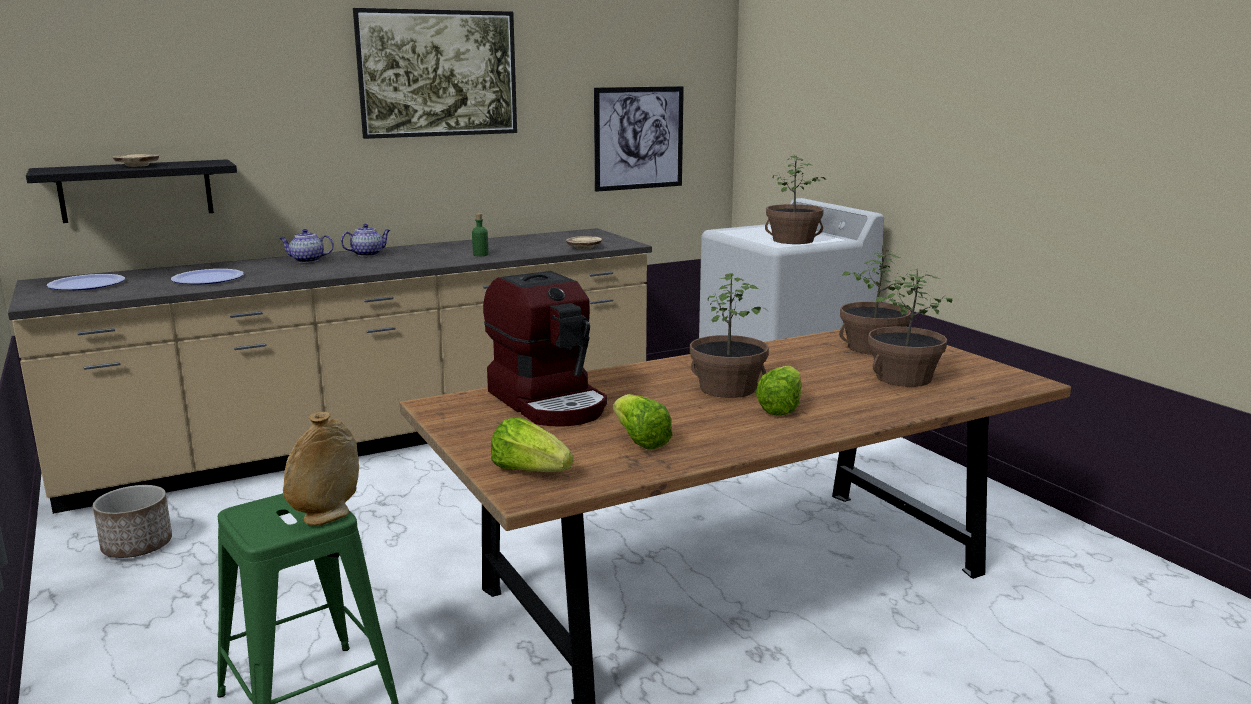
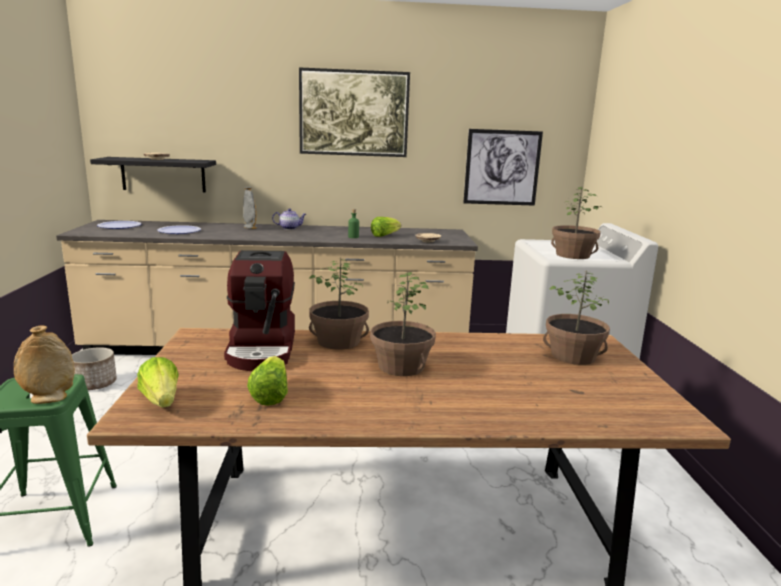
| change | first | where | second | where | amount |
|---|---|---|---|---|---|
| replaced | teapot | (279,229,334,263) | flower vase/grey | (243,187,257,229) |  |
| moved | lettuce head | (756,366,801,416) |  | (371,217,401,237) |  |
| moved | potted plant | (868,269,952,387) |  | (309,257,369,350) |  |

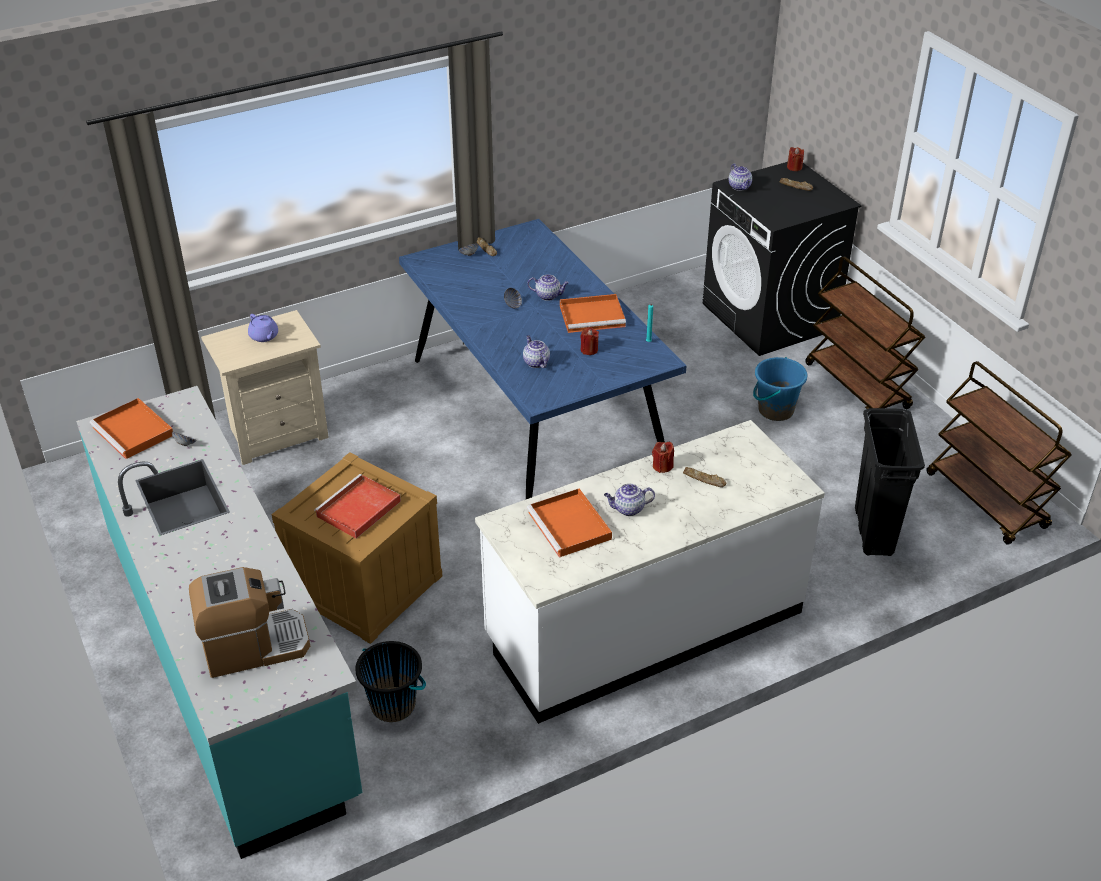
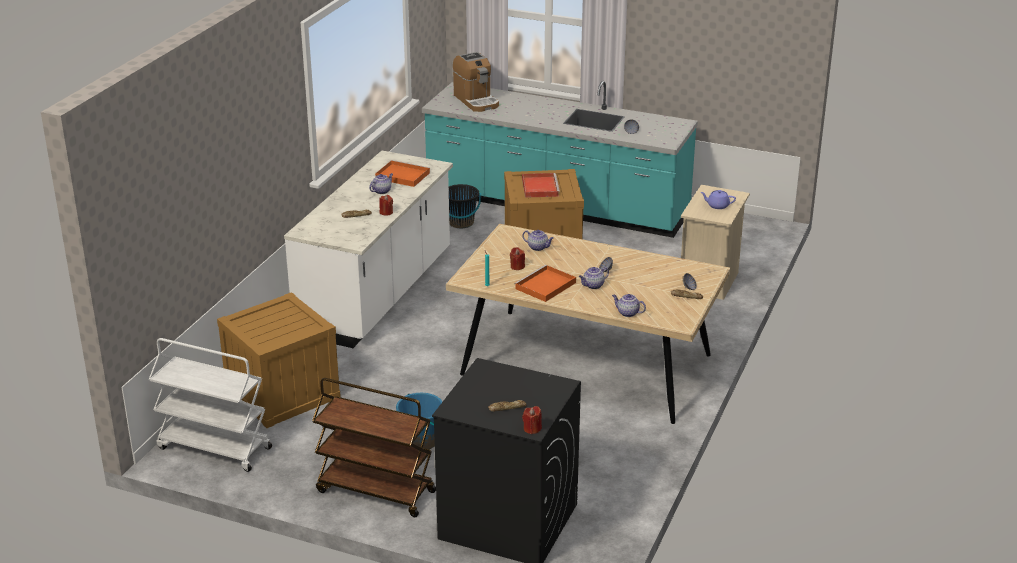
| change | first | where | second | where | amount |
|---|---|---|---|---|---|
| removed | tray/orange | (90,398,173,459) |  |  |  |
| turned | coffee brewer | (189,567,310,678) |  | (453,52,499,112) | 60 degrees counterclockwise |
| recoloured | dinner table/blue-coloured | (399,219,687,499) | dinner table/sand-coloured | (446,224,730,424) |  |
| moved | teapot | (728,163,752,191) |  | (612,294,646,317) |  |
| replaced | trash can/black | (855,408,925,556) | crate | (217,292,341,428) |  |
| recoloured | trolley/brown | (926,361,1072,545) | trolley/white-coloured | (149,338,272,472) |  |

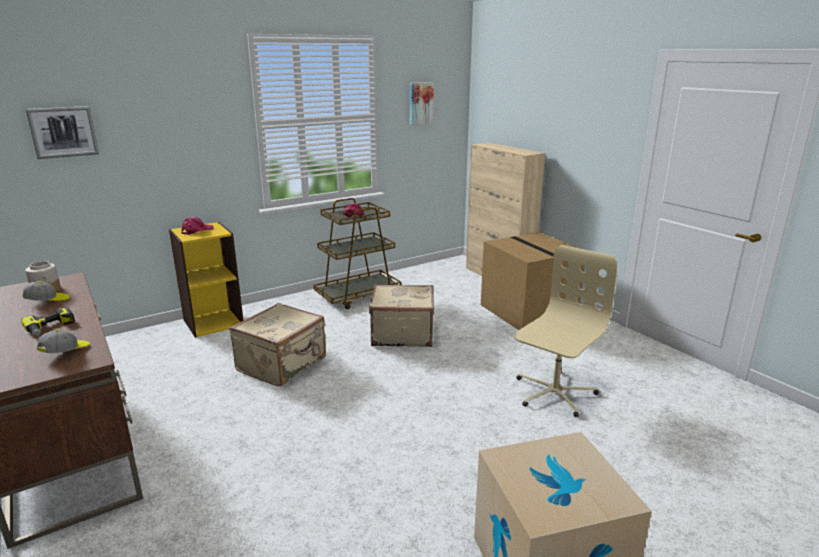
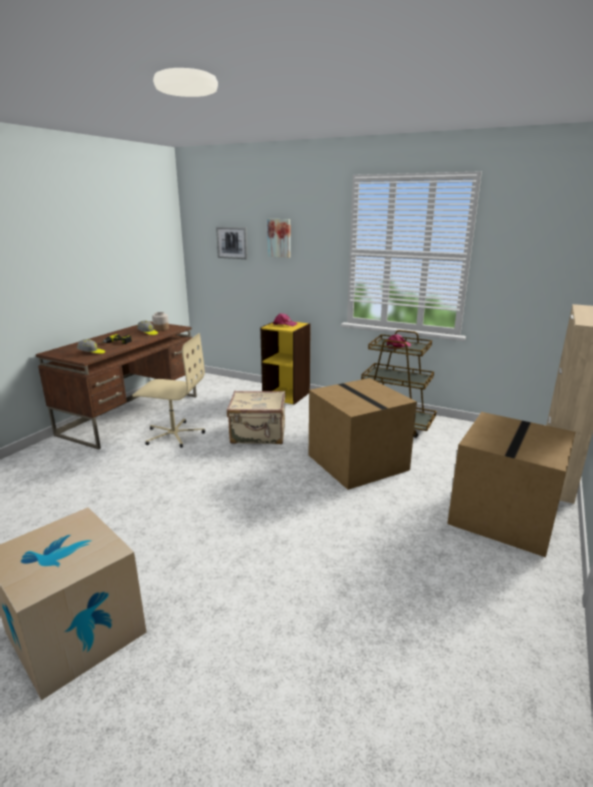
| change | first | where | second | where | amount |
|---|---|---|---|---|---|
| replaced | travel case/sand-coloured | (369,285,434,347) | packing box | (309,378,417,490) |  |
| moved | wall picture | (410,82,434,125) |  | (267,219,291,258) |  |
| moved | office chair/sand-coloured | (514,245,617,417) |  | (132,333,205,448) |  |

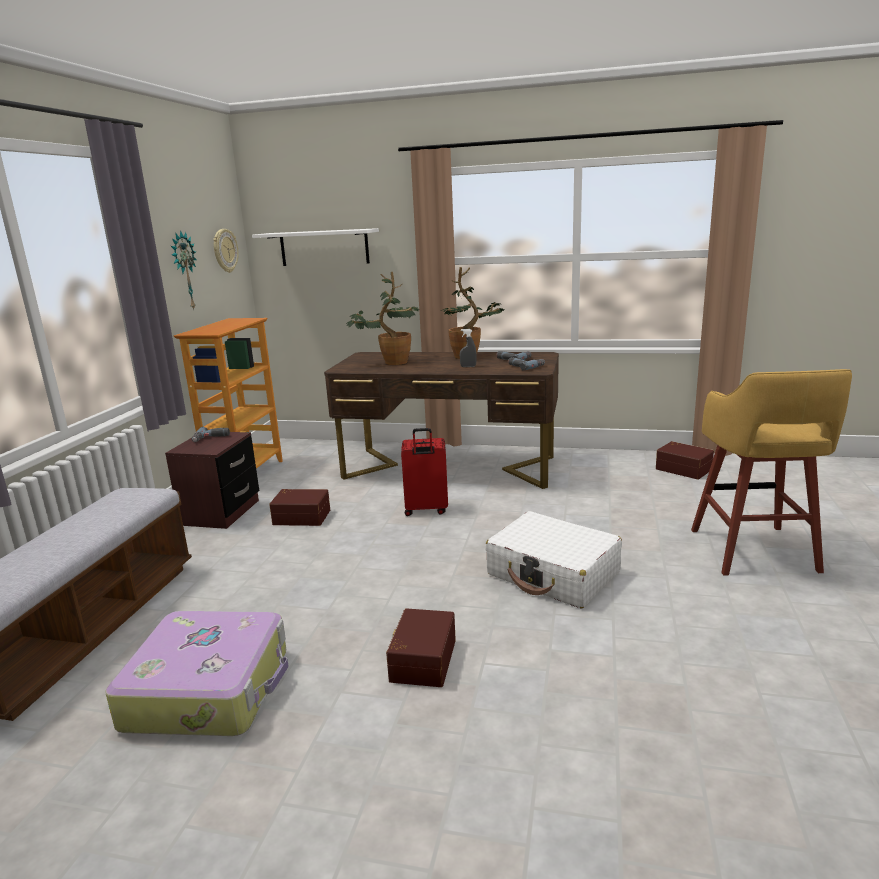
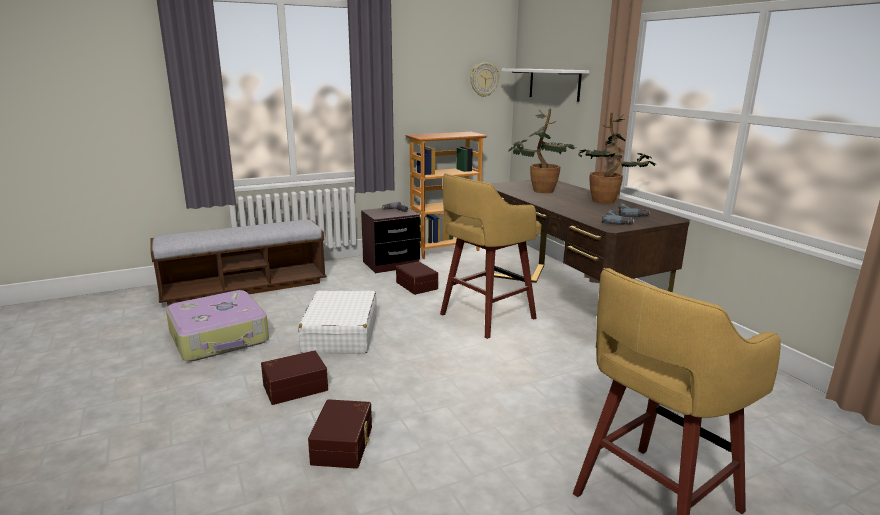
| change | first | where | second | where | amount |
|---|---|---|---|---|---|
| removed | clock on the wall | (171,230,197,310) |  |  |  |
| replaced | travel case/reddish | (401,428,448,516) | stool seat/yellowish | (440,174,541,339) |  |
| removed | spray bottle/grey | (460,329,477,367) |  |  |  |
| moved | travel case/white-coloured | (485,511,622,608) |  | (298,291,377,354) |  |
| moved | storage box/brown | (656,441,714,480) |  | (308,399,372,469) |  |

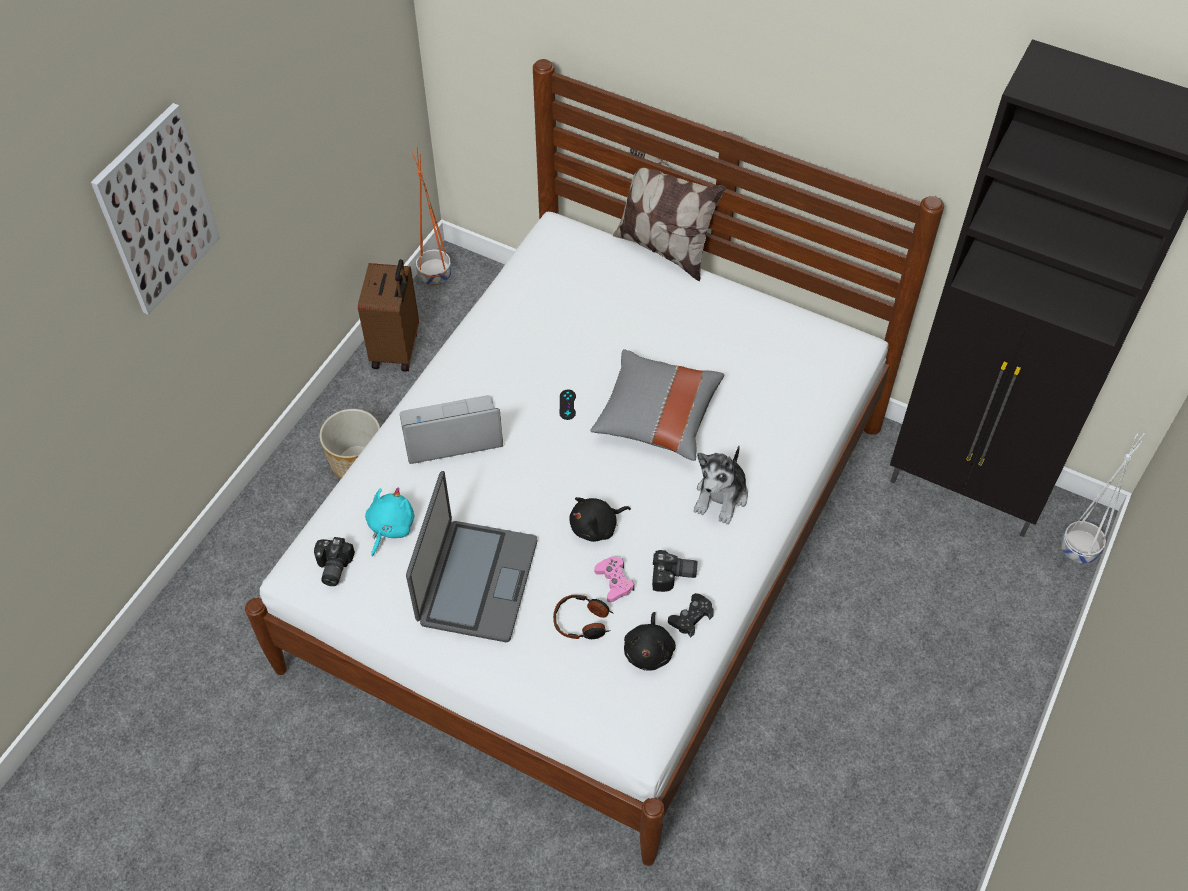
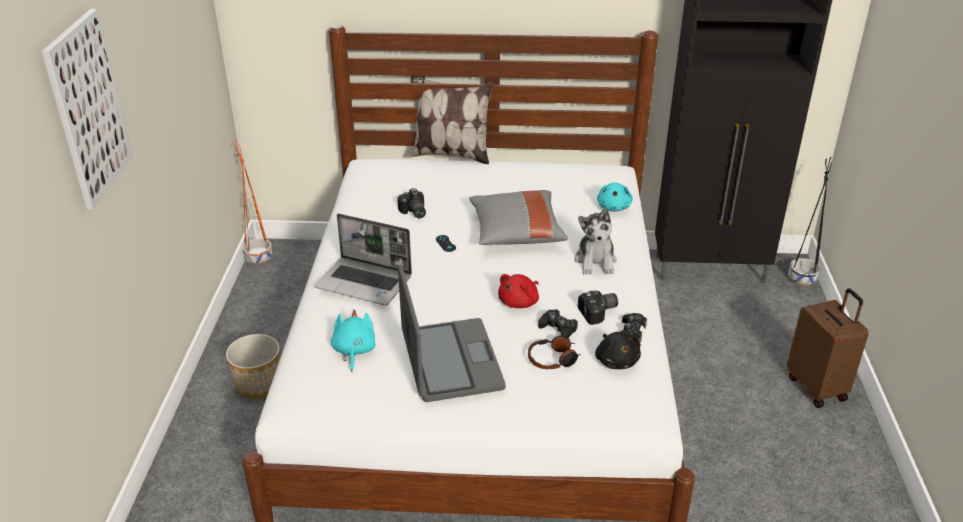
| change | first | where | second | where | amount |
|---|---|---|---|---|---|
| moved | photo camera | (314,537,355,586) |  | (397,188,426,218) |  |
| moved | travel case/brown | (358,259,419,372) |  | (787,288,869,408) |  |
| turned | portable computer | (400,395,503,464) |  | (315,214,412,305) | 120 degrees counterclockwise |
| recoloured | cuddly toy/black | (570,497,631,542) | cuddly toy/reddish | (498,274,539,308) |  |
| recoloured | game controller/pinkish | (595,557,634,602) | game controller/black | (538,309,578,338) |  |
| recoloured | planter/white-coloured | (1061,433,1145,563) | planter/black | (788,157,832,286) |  |
| added |  |  | cuddly toy/turquoise-coloured | (597,183,633,212) |  |

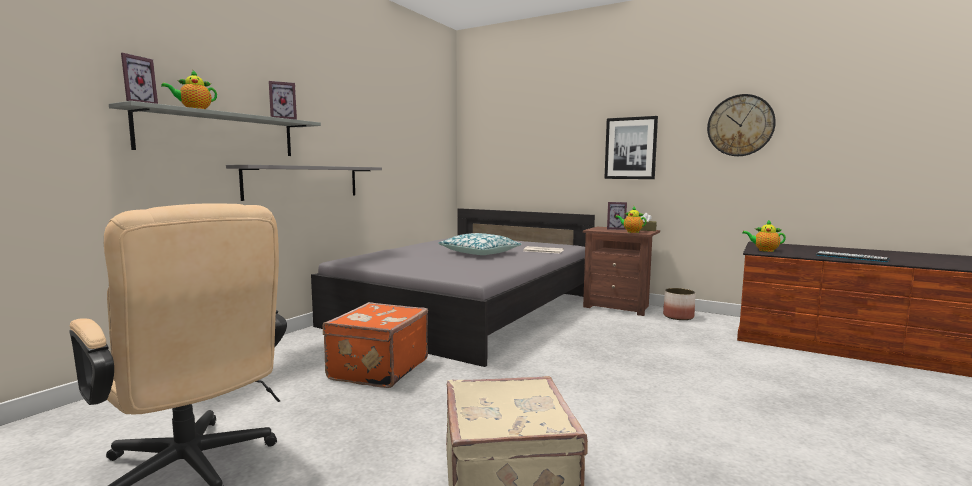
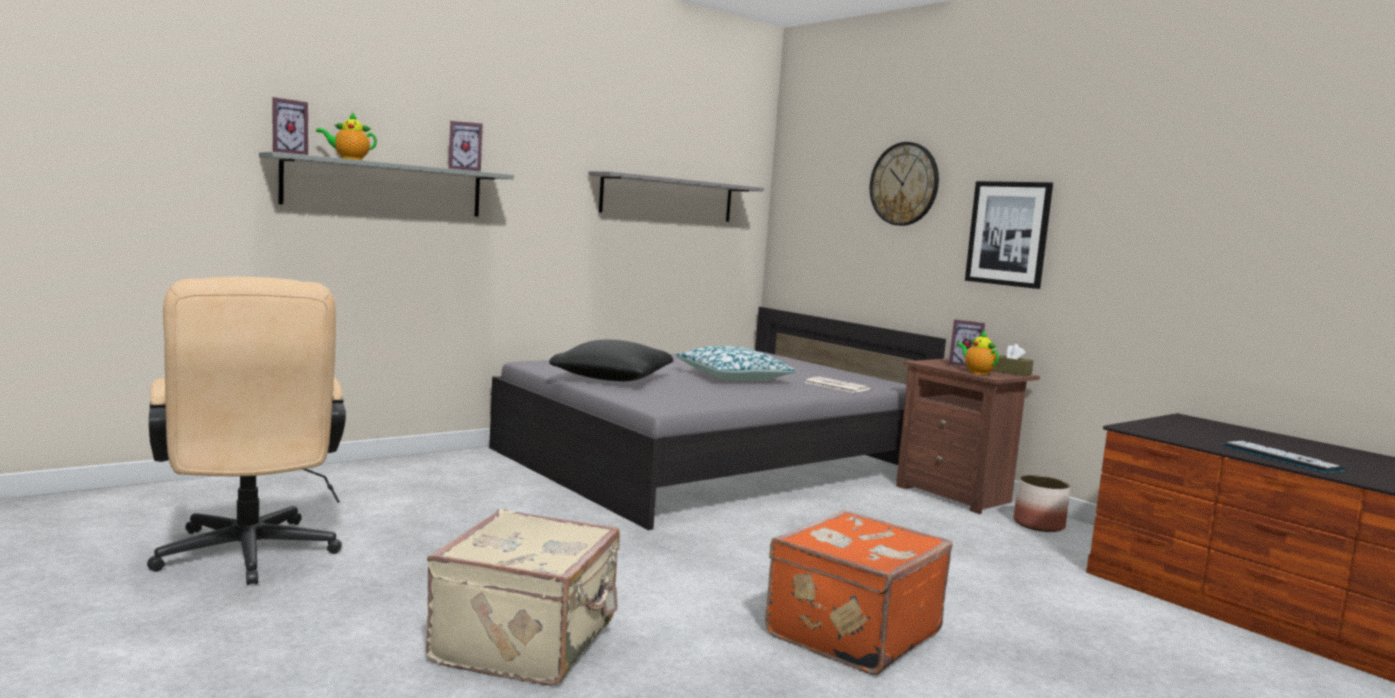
| change | first | where | second | where | amount |
|---|---|---|---|---|---|
| moved | shelf/grey | (226,165,382,201) |  | (588,171,764,222) |  |
| moved | travel case/orange | (323,302,428,388) |  | (765,510,953,675) |  |
| moved | clock on the wall | (707,94,776,156) |  | (870,142,939,226) |  |
| removed | teapot | (742,220,786,252) |  |  |  |
| added |  |  | cushion/black | (549,340,673,381) |  |

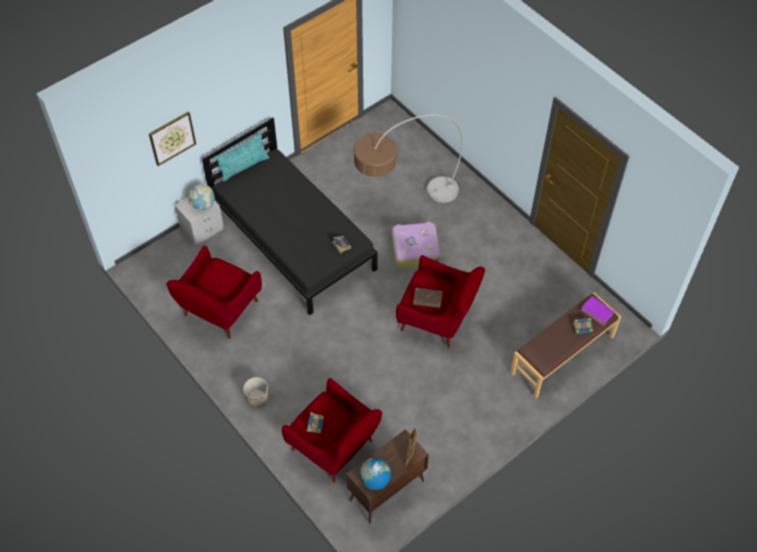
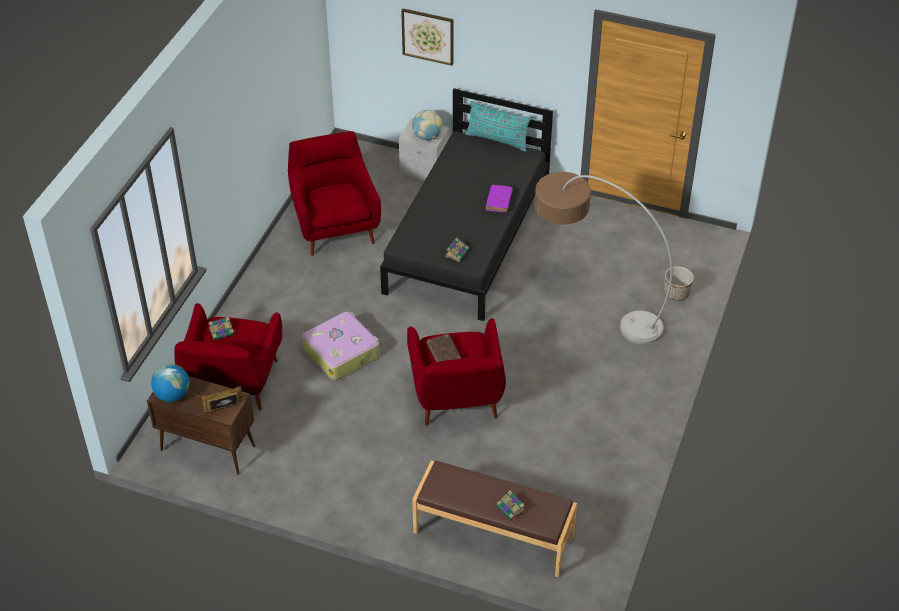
| change | first | where | second | where | amount |
|---|---|---|---|---|---|
| turned | easy chair/reddish | (166,246,262,339) |  | (288,131,381,256) | 75 degrees clockwise |
| moved | planter | (243,377,268,406) |  | (664,267,694,301) |  |
| moved | travel case | (392,222,440,269) |  | (302,311,379,380) |  |
| moved | volume/purple | (581,296,614,325) |  | (486,185,513,212) |  |

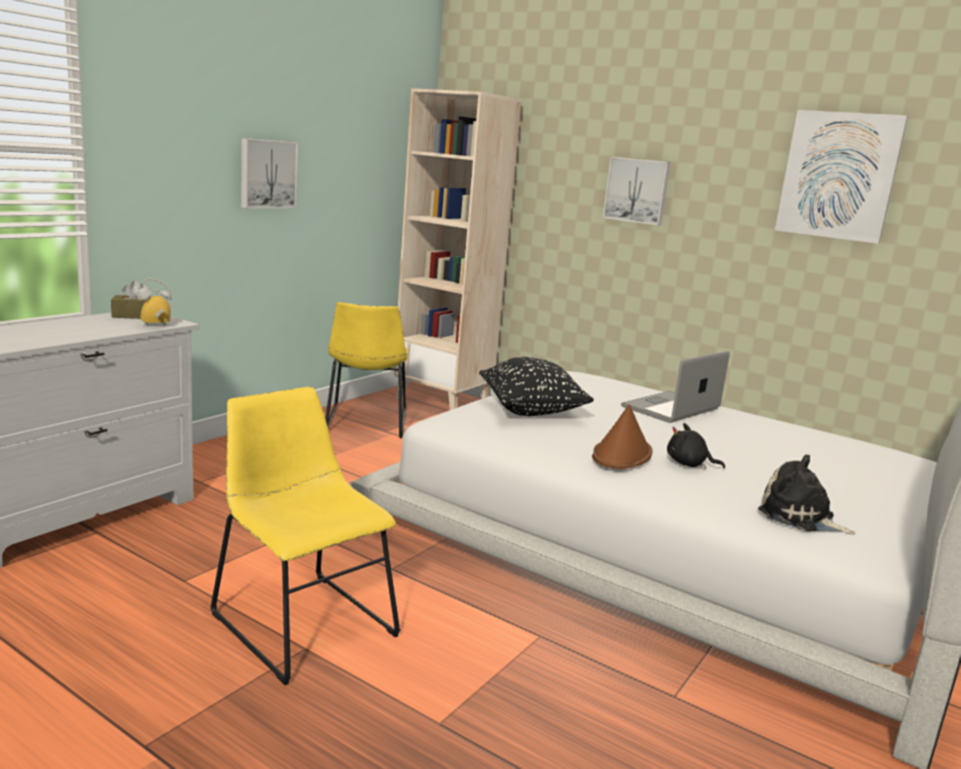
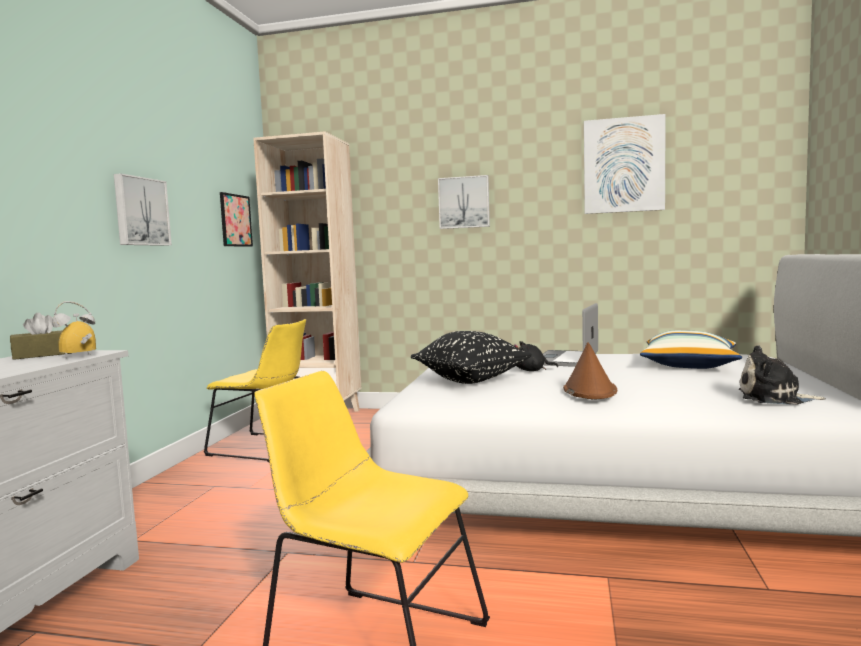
| change | first | where | second | where | amount |
|---|---|---|---|---|---|
| turned | chair/yellowish | (325,302,408,438) |  | (204,319,306,462) | 45 degrees counterclockwise |
| moved | cuddly toy/black | (667,423,725,469) |  | (514,341,558,371) |  |
| added |  |  | wall picture | (220,192,253,247) |  |
| added |  |  | cushion | (640,330,742,369) |  |

